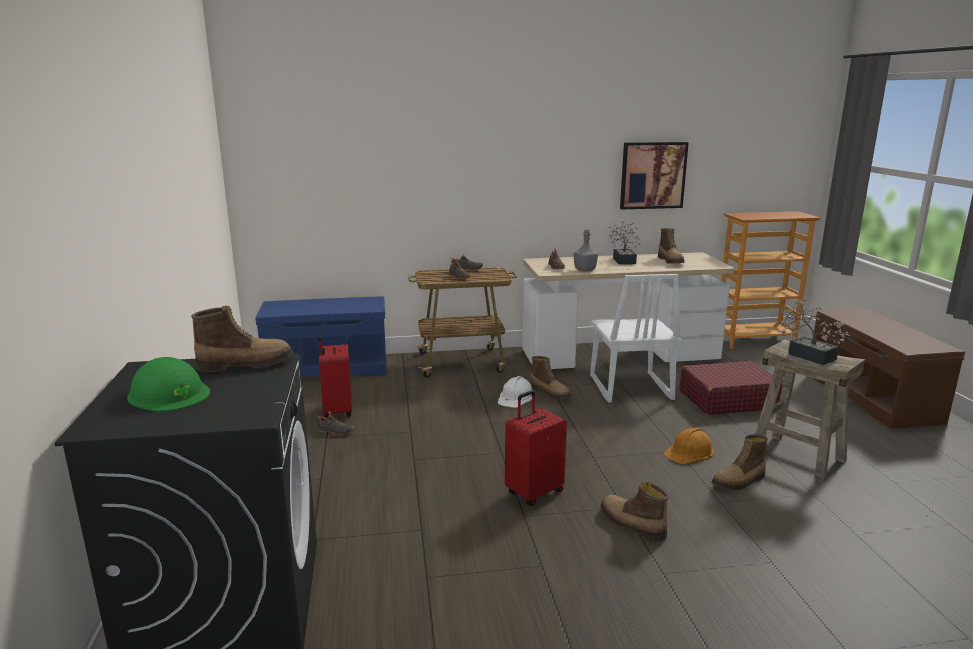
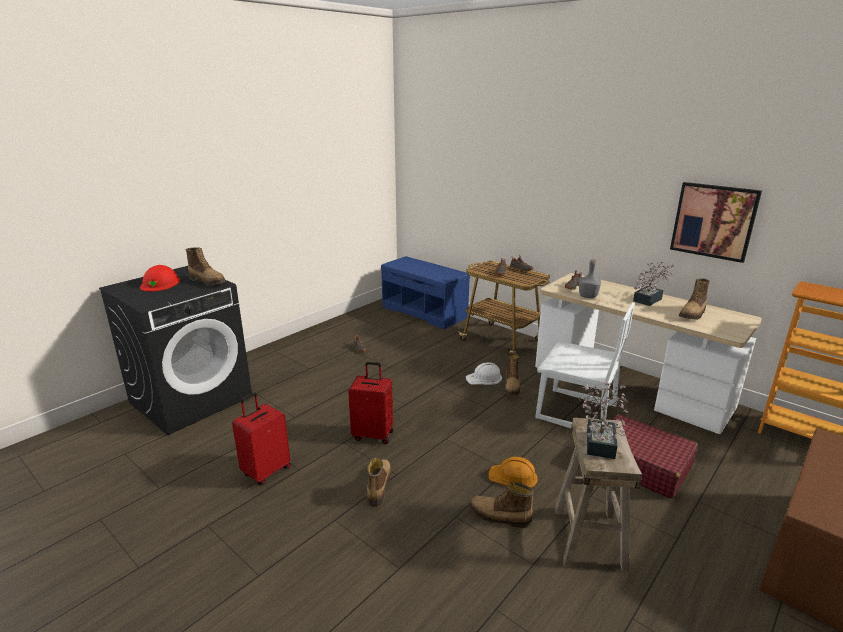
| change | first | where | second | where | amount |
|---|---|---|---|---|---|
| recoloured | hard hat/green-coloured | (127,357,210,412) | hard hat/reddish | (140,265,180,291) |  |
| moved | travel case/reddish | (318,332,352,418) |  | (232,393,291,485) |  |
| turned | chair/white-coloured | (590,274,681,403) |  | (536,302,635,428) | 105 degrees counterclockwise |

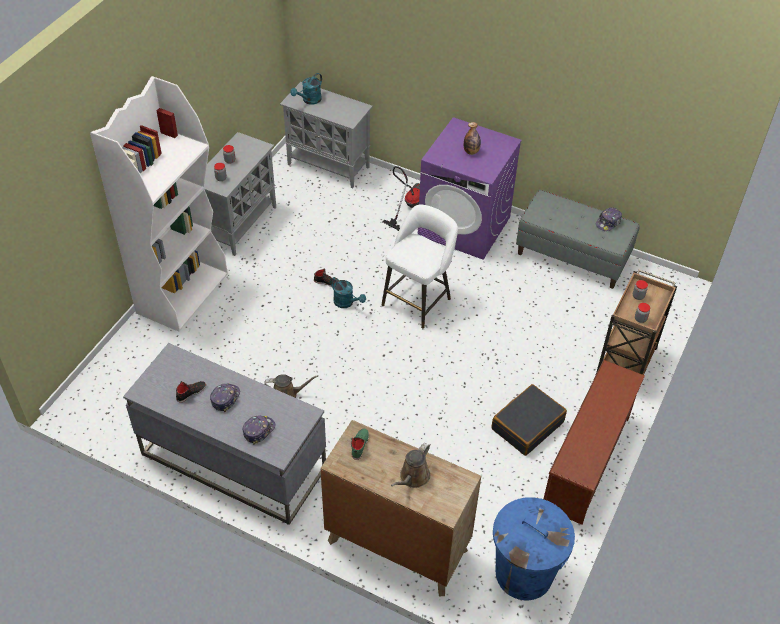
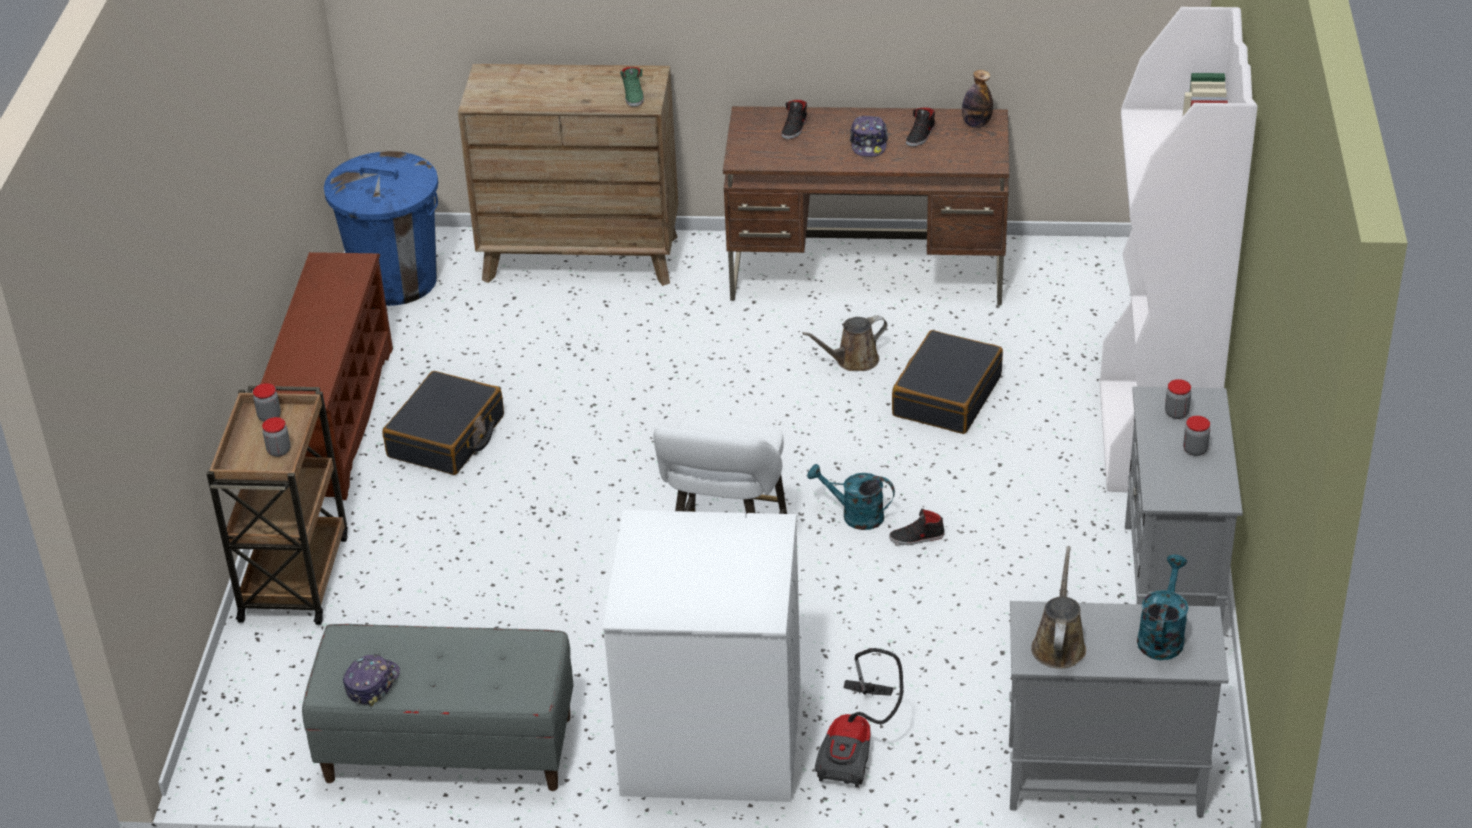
| change | first | where | second | where | amount |
|---|---|---|---|---|---|
| recoloured | desk table/grey | (123,343,326,525) | desk table/brown | (723,106,1009,305) |  |
| replaced | baseball cap | (243,415,276,445) | low shoe/black | (781,100,807,139) |  |
| moved | watering can/brown | (391,443,430,488) |  | (1031,546,1086,669) |  |
| recoloured | washing machine/purple | (418,117,522,260) | washing machine/white-coloured | (603,510,801,802) |  |
| moved | beverage bottle | (464,122,481,155) |  | (962,70,993,128) |  |
| added |  |  | travel case/black | (892,330,1003,434) |  |

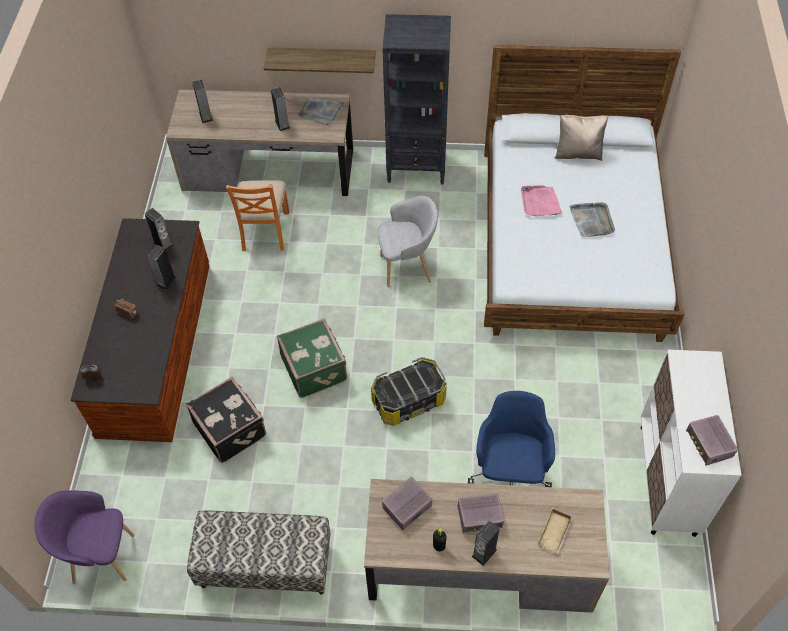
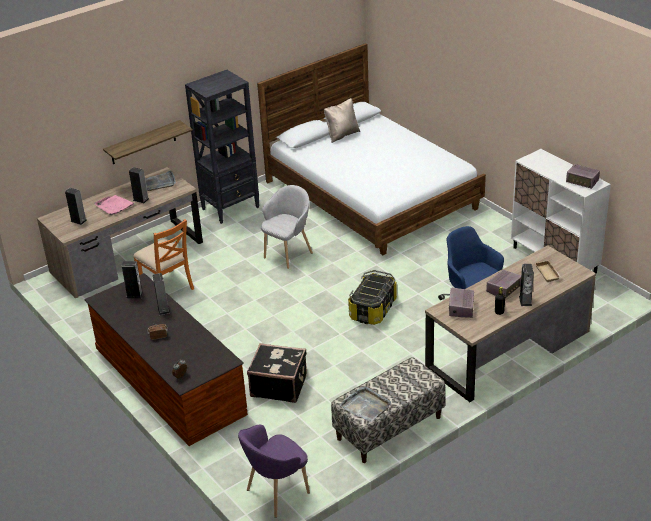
| change | first | where | second | where | amount |
|---|---|---|---|---|---|
| removed | travel case/green-coloured | (277,318,347,398) |  |  |  |
| moved | tray/pinkish | (521,185,563,216) |  | (95,195,135,215) |  |
| moved | tray/grey | (569,202,615,237) |  | (339,386,391,422) |  |

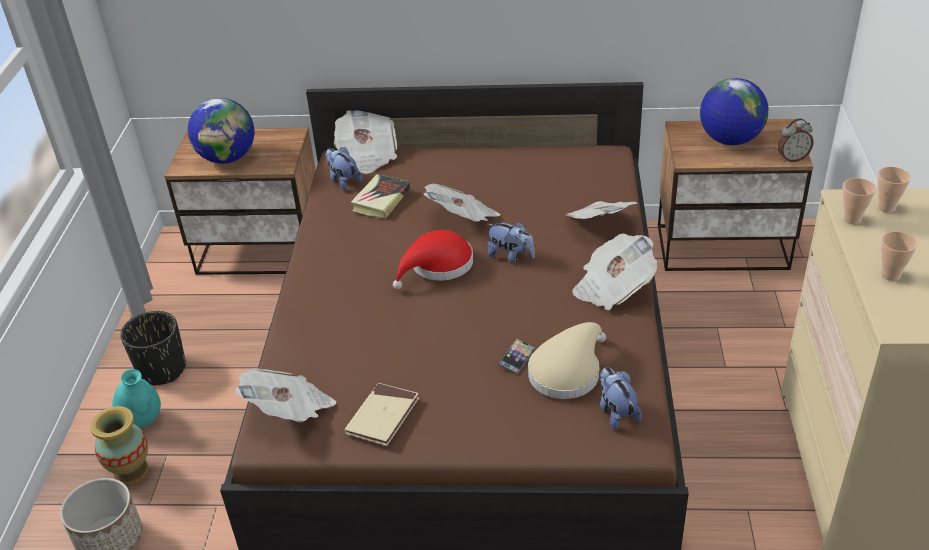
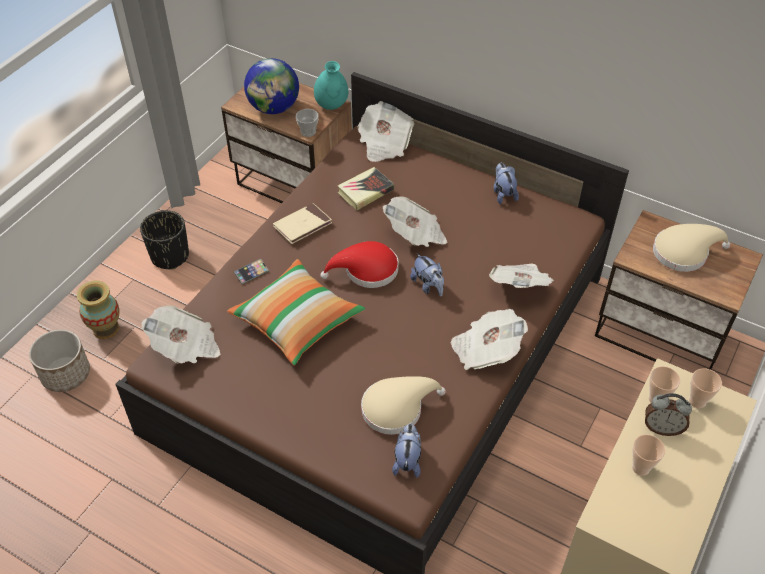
| change | first | where | second | where | amount |
|---|---|---|---|---|---|
| moved | flower vase/turquoise-coloured | (112,369,161,428) |  | (314,61,348,110) |  |
| moved | cuddly toy | (326,147,362,191) |  | (493,163,519,204) |  |
| moved | volume/sand-coloured | (344,383,419,446) |  | (273,203,332,244) |  |
| moved | handset | (498,339,535,375) |  | (234,259,269,284) |  |
| replaced | world globe | (700,78,768,145) | clothing hat/sand-coloured | (653,224,730,272) |  |
| moved | bedside clock | (778,118,814,162) |  | (645,393,692,436) |  |
| added |  |  | cushion | (227,259,365,366) |  |
| added |  |  | small cup | (296,109,319,137) |  |

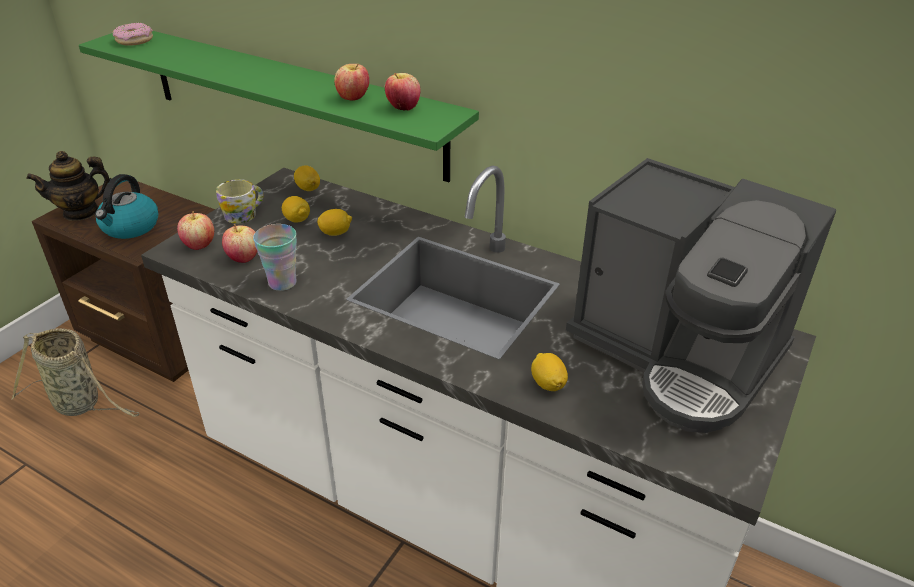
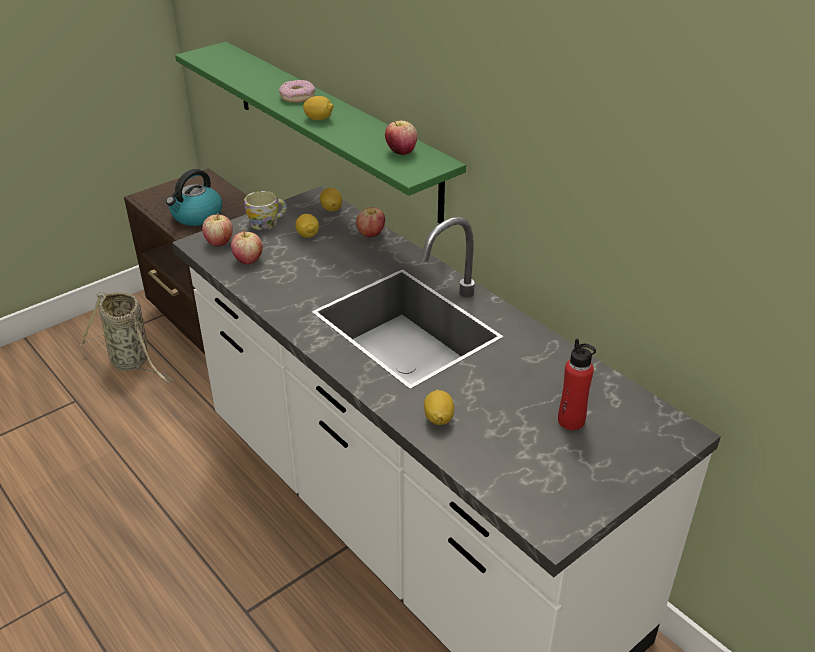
| change | first | where | second | where | amount |
|---|---|---|---|---|---|
| removed | teapot | (26,151,111,221) |  |  |  |
| moved | donut | (113,23,153,46) |  | (279,80,315,103) |  |
| removed | small cup | (253,224,297,291) |  |  |  |
| moved | whole lemon | (317,209,352,236) |  | (303,96,334,121) |  |
| moved | whole apple | (334,63,369,101) |  | (356,207,385,237) |  |
| replaced | coffee brewer | (566,158,836,433) | beverage bottle/reddish | (558,339,596,430) |  |

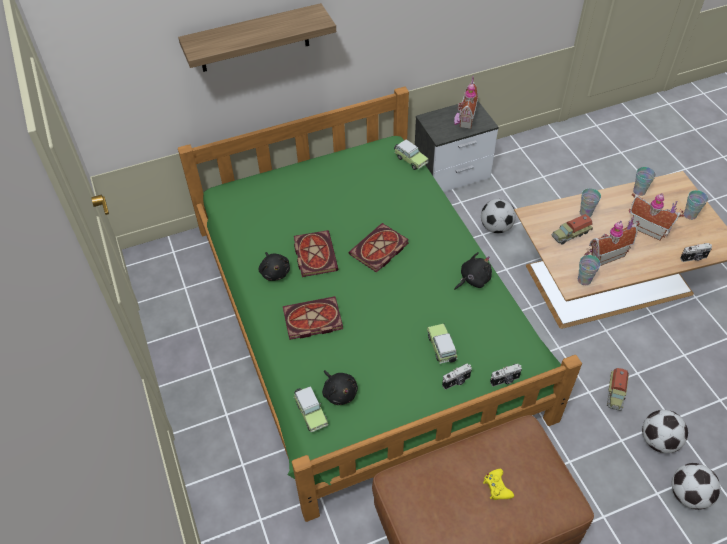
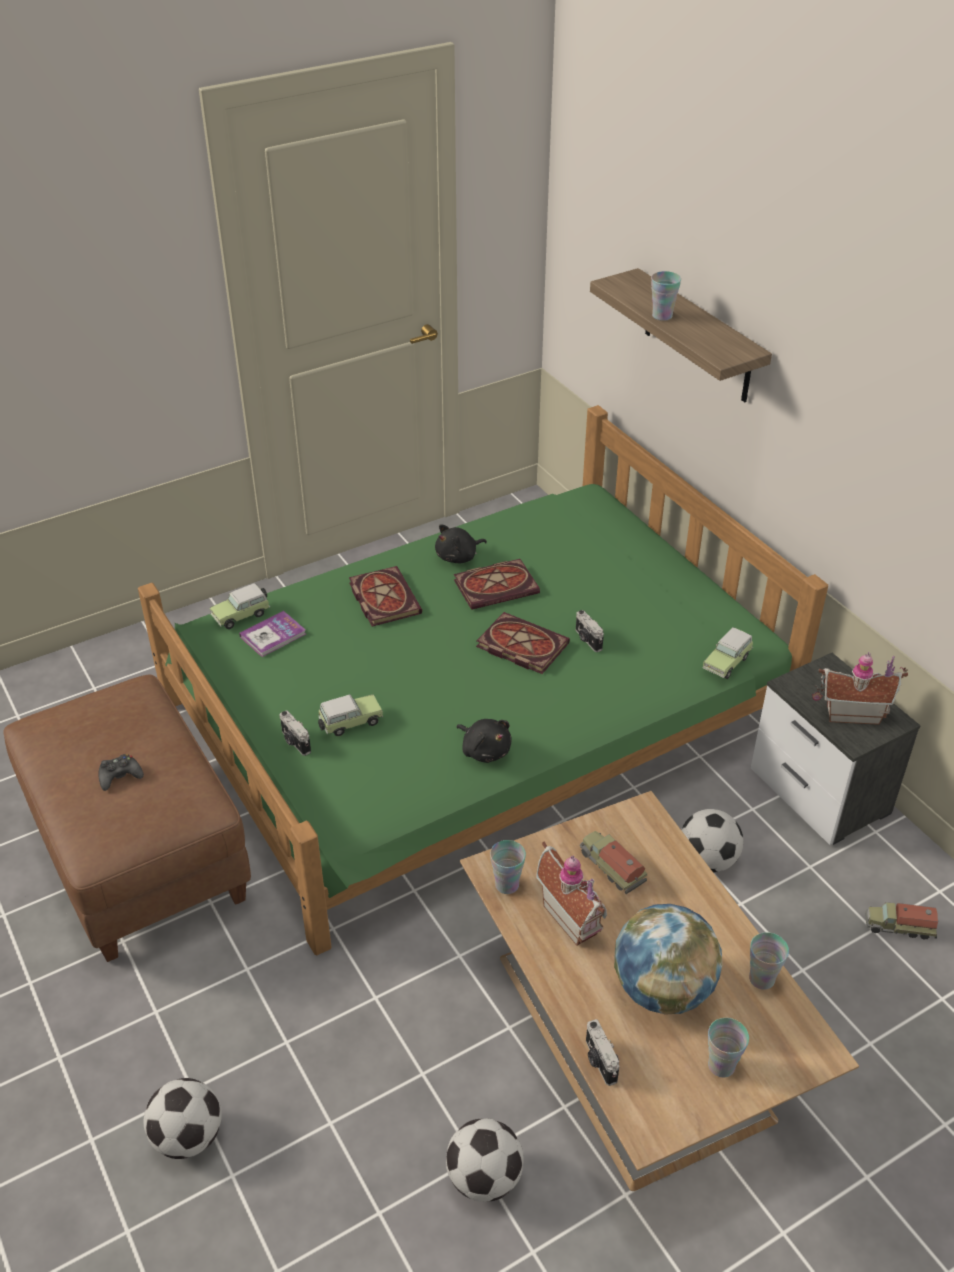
| change | first | where | second | where | amount |
|---|---|---|---|---|---|
| replaced | cuddly toy/black | (322,370,358,405) | volume | (239,611,306,657) |  |
| recoloured | game controller/yellowish | (483,469,514,500) | game controller/black | (98,754,144,791) |  |
| moved | photo camera | (490,364,522,387) |  | (576,610,604,652) |  |
| moved | small cup | (580,188,601,217) |  | (651,271,681,321) |  |
| moved | toy truck | (607,368,629,411) |  | (865,902,938,939) |  |
| replaced | toy house | (629,193,684,240) | world globe | (614,904,722,1015) |  |
| moved | football | (642,410,688,453) |  | (446,1118,524,1202) |  |

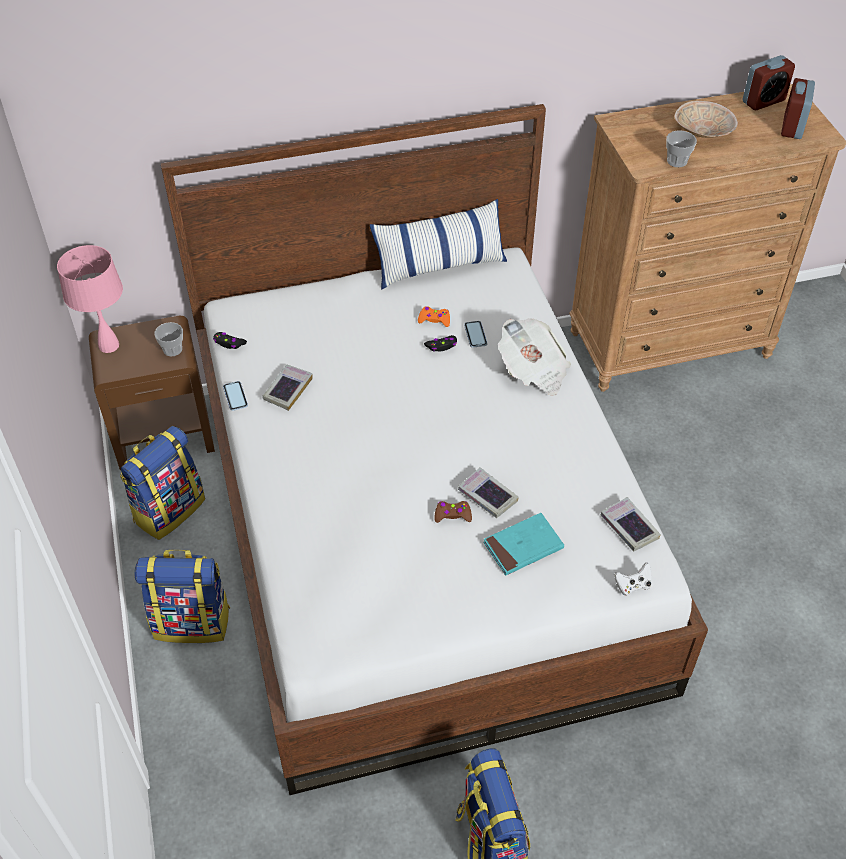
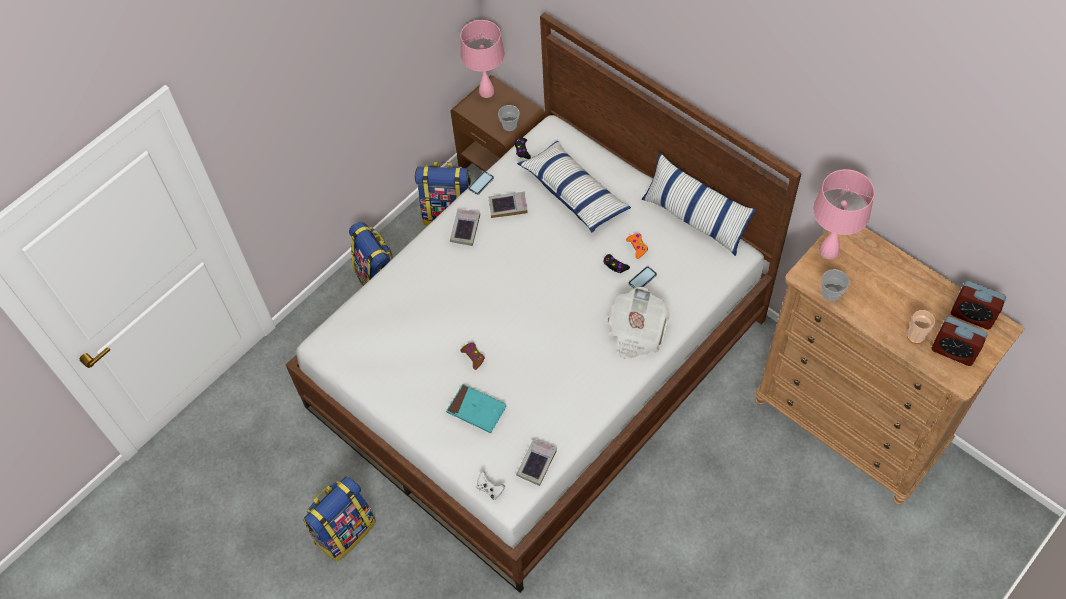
| change | first | where | second | where | amount |
|---|---|---|---|---|---|
| moved | volume | (458,467,519,518) |  | (450,209,480,246) |  |
| removed | bowl/sand-coloured | (674,101,738,138) |  |  |  |
| turned | bedside clock | (781,78,815,139) |  | (932,317,988,366) | 135 degrees counterclockwise |
| added |  |  | cushion | (517,141,631,232) |  |
| added |  |  | tabletop lamp/pinkish | (813,169,875,259) |  |
| added |  |  | small cup | (907,310,935,344) |  |

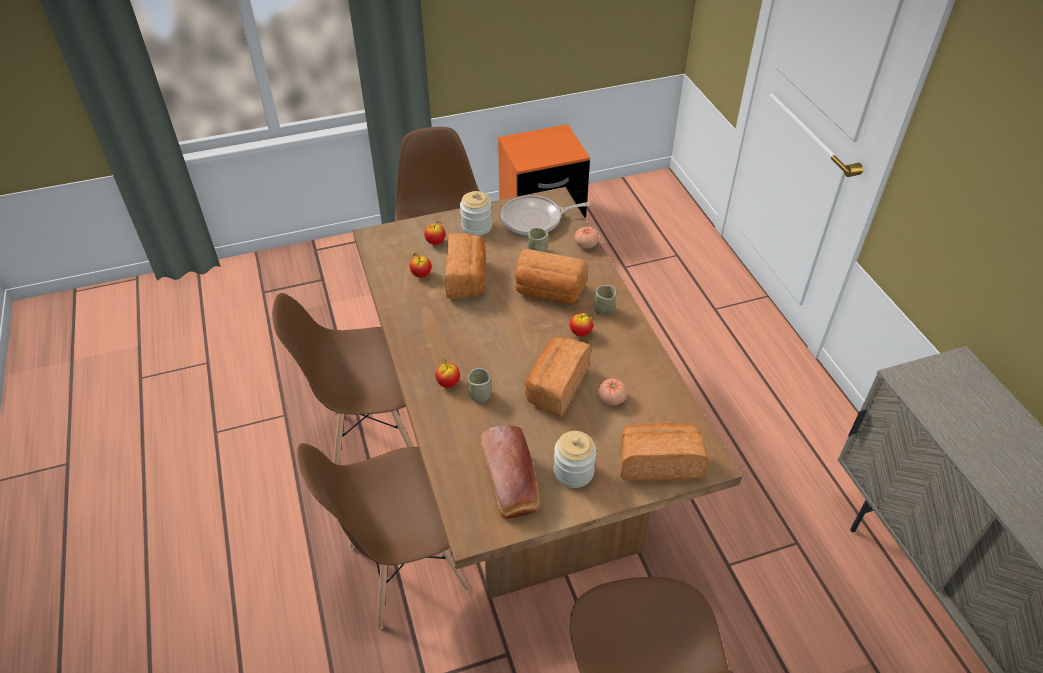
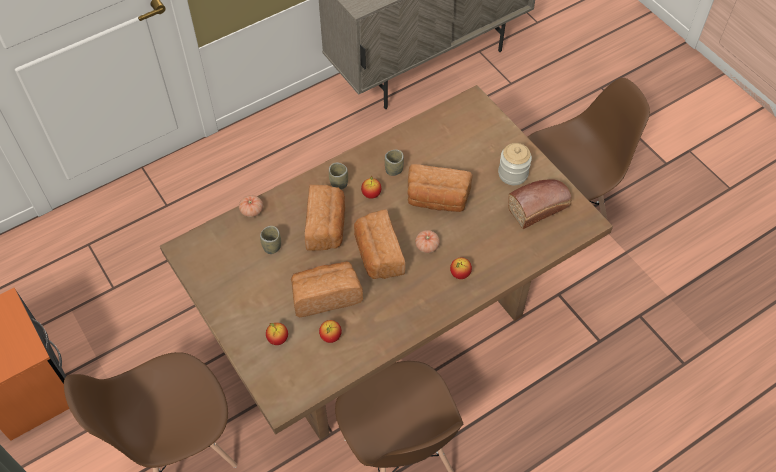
| change | first | where | second | where | amount |
|---|---|---|---|---|---|
| removed | chair/brown | (297,443,471,629) |  |  |  |
| removed | storage jar | (460,191,492,236) |  |  |  |
| moved | small cup | (467,368,492,403) |  | (385,150,404,176) |  |
| removed | pan | (501,195,590,236) |  |  |  |
| moved | tomato | (598,379,627,405) |  | (415,230,440,253) |  |
| moved | bakery bread | (620,423,709,481) |  | (354,209,405,279) |  |

